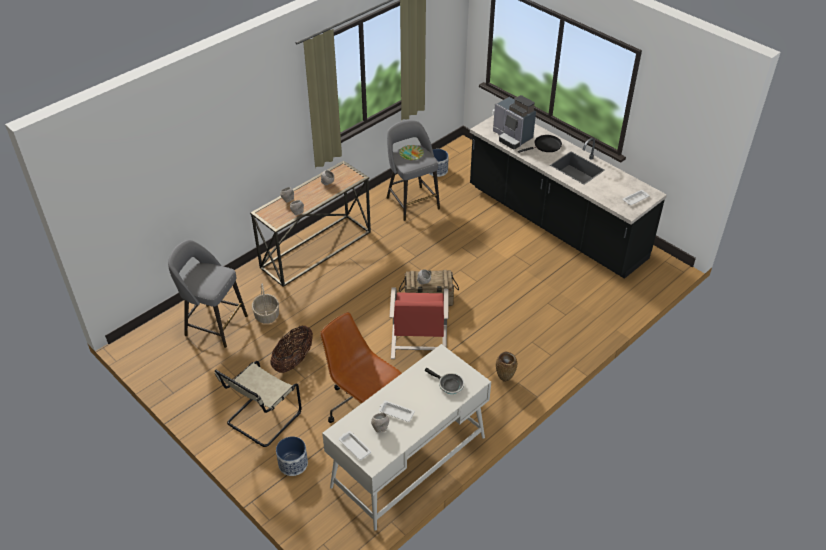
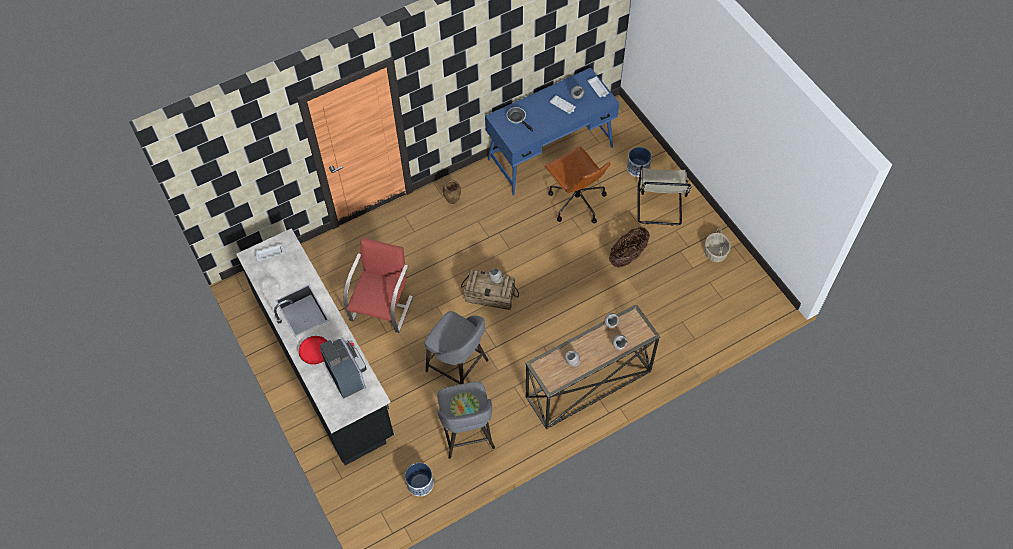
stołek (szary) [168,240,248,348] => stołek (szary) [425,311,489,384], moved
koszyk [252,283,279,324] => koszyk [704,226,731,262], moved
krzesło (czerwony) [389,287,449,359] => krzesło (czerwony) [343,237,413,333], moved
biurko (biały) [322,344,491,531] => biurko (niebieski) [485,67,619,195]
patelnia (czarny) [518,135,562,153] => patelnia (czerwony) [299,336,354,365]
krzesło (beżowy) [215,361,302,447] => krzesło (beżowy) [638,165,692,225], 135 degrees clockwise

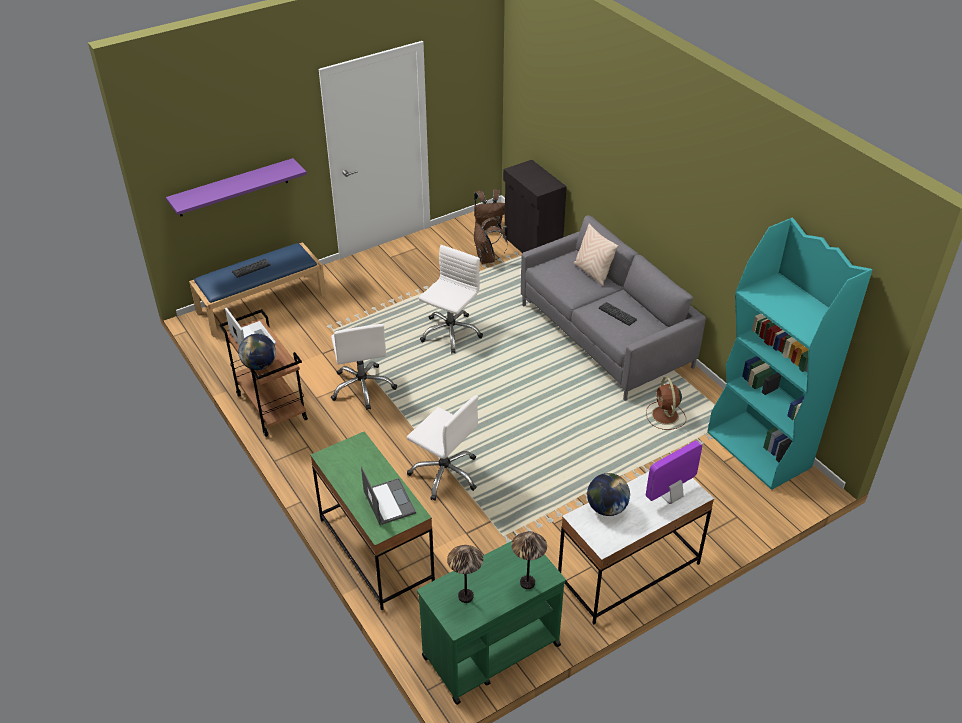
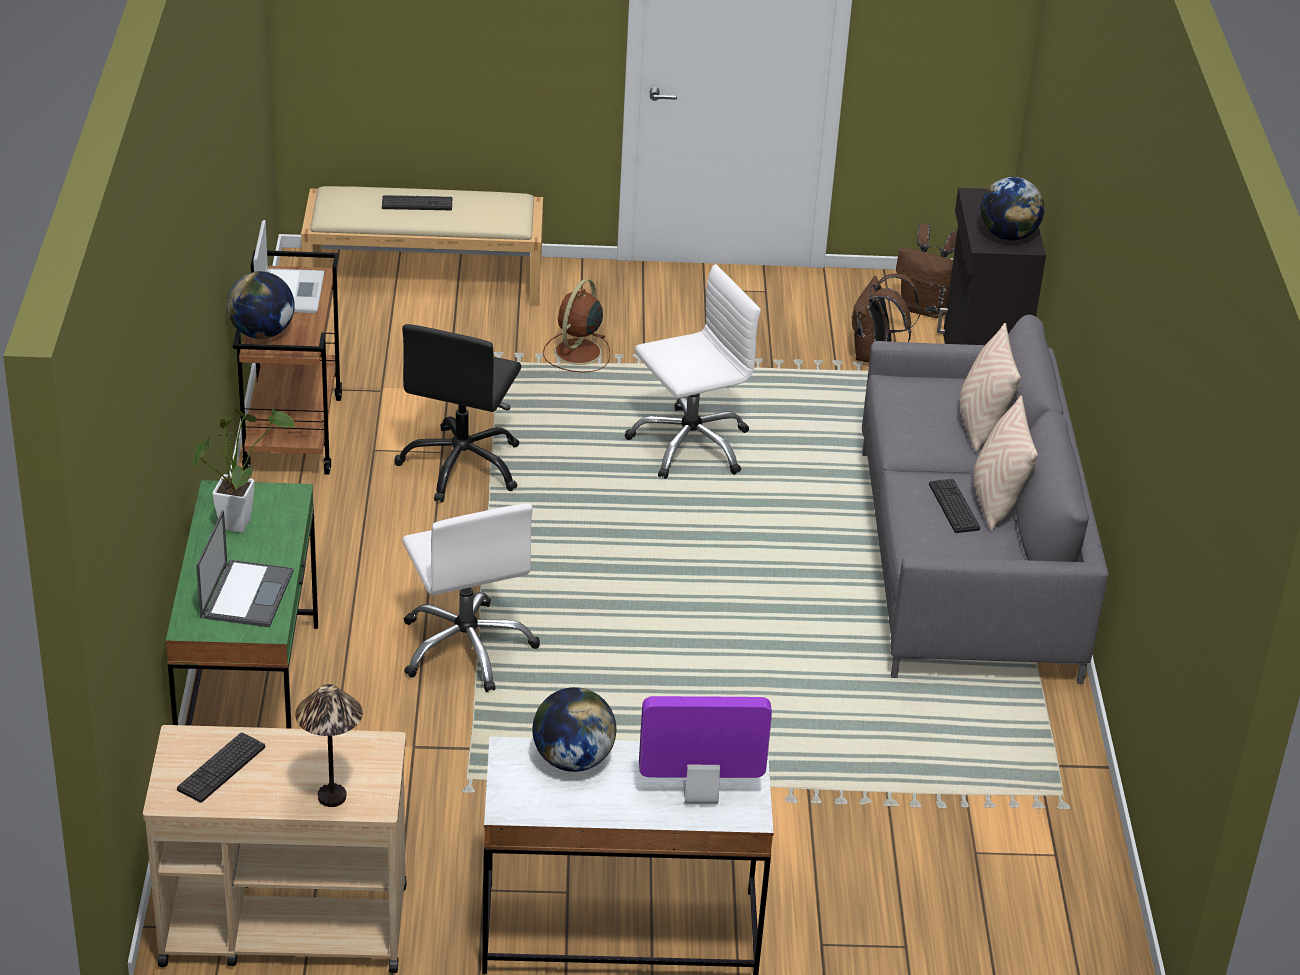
półka (fioletowy) [166,158,307,217] => nothing
regał (turkusowy) [707,218,872,490] => nothing
nothing => roślina doniczkowa [193,409,295,533]
nothing => poduszka (beżowy) [974,395,1038,531]
nothing => globus [980,177,1044,241]
wentylator (brązowy) [646,377,686,430] => wentylator (brązowy) [543,279,610,373], moved
lampa stołowa [447,545,483,603] => klawiatura [177,733,265,803]
ławka (niebieski) [189,242,326,337] => ławka (beżowy) [301,186,543,306]
krzesło biurowe (biały) [331,324,397,410] => krzesło biurowe (czarny) [394,324,521,502]
wózek (zielony) [417,540,566,705] => wózek (beżowy) [143,725,407,973]

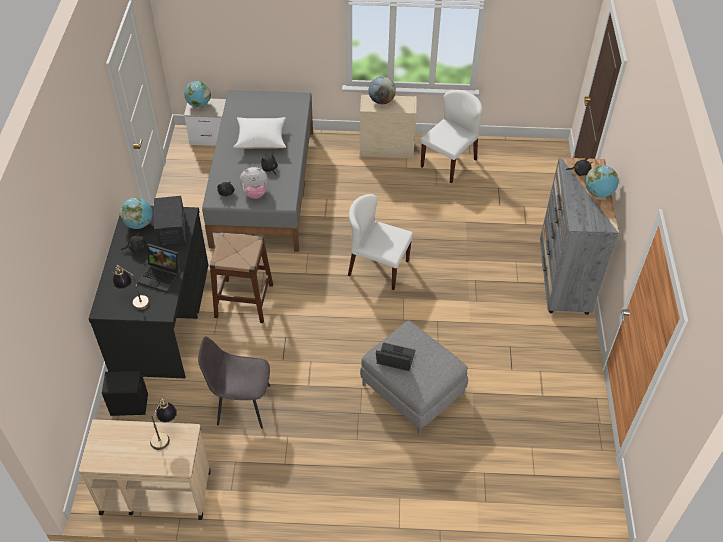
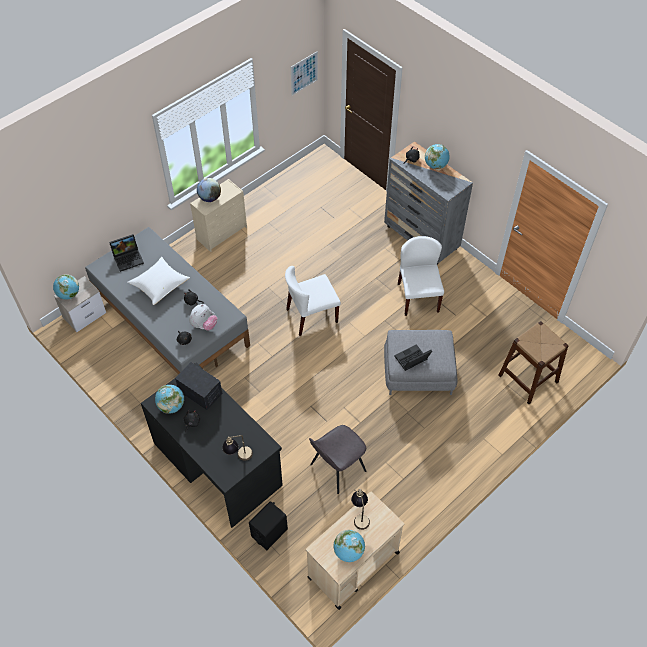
nothing => obraz [291,51,318,95]
nothing => globus [333,530,365,562]
laptop [138,244,180,293] => laptop [109,234,144,272], moved
stołek (brązowy) [210,232,273,323] => stołek (brązowy) [498,321,568,404], moved
krzesło (biały) [420,90,483,183] => krzesło (biały) [398,236,444,316], moved

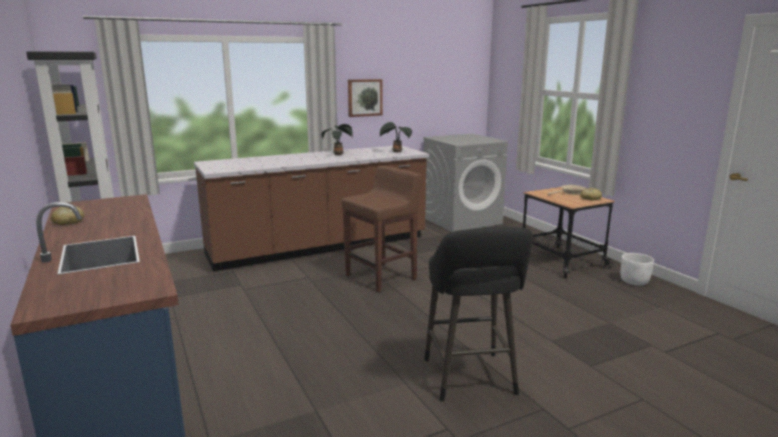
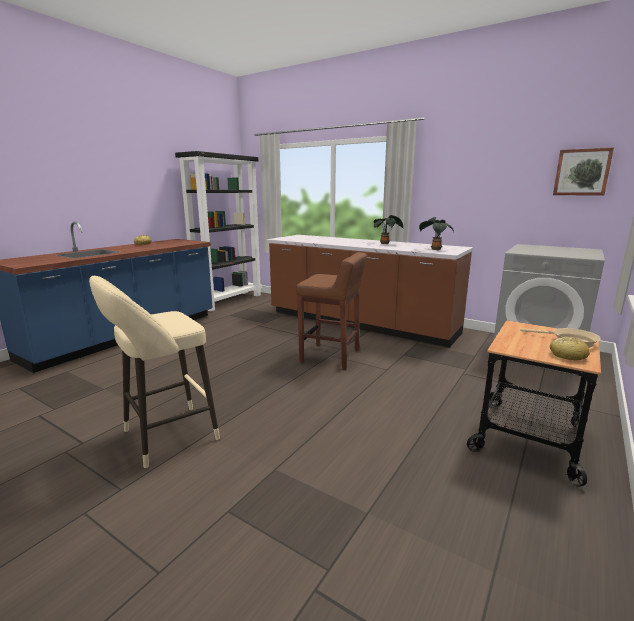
donica (biały) [621,253,654,286] => nothing
obraz [348,79,383,117] => obraz [553,147,614,196], moved
stołek (czarny) [424,227,533,401] => stołek (beżowy) [89,276,220,468]

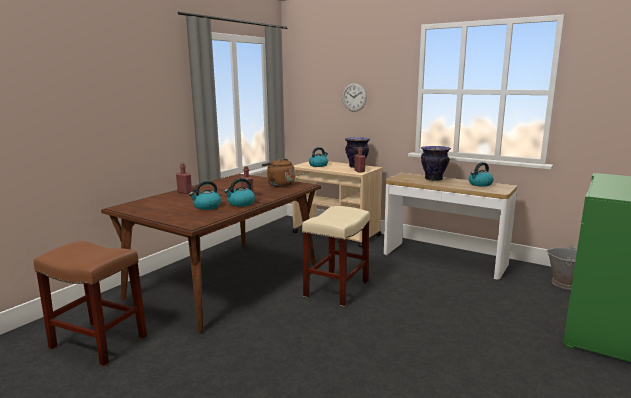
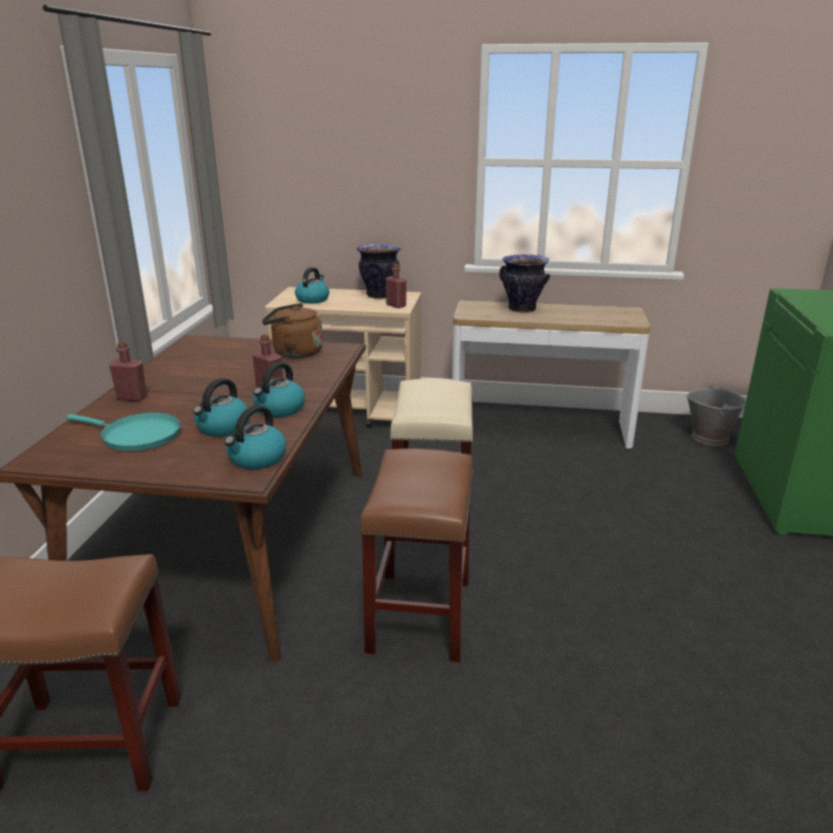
zegar ścienny [342,83,367,112] => nothing
nothing => patelnia (turkusowy) [66,413,181,451]
nothing => stołek (brązowy) [359,448,473,663]
czajnik [469,162,493,187] => czajnik [225,405,286,469], moved

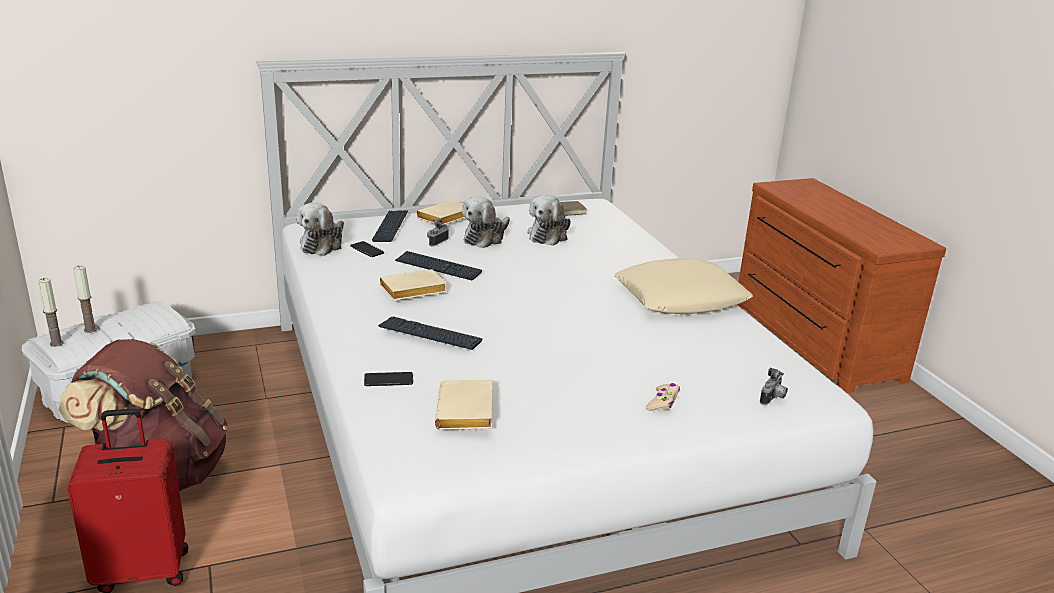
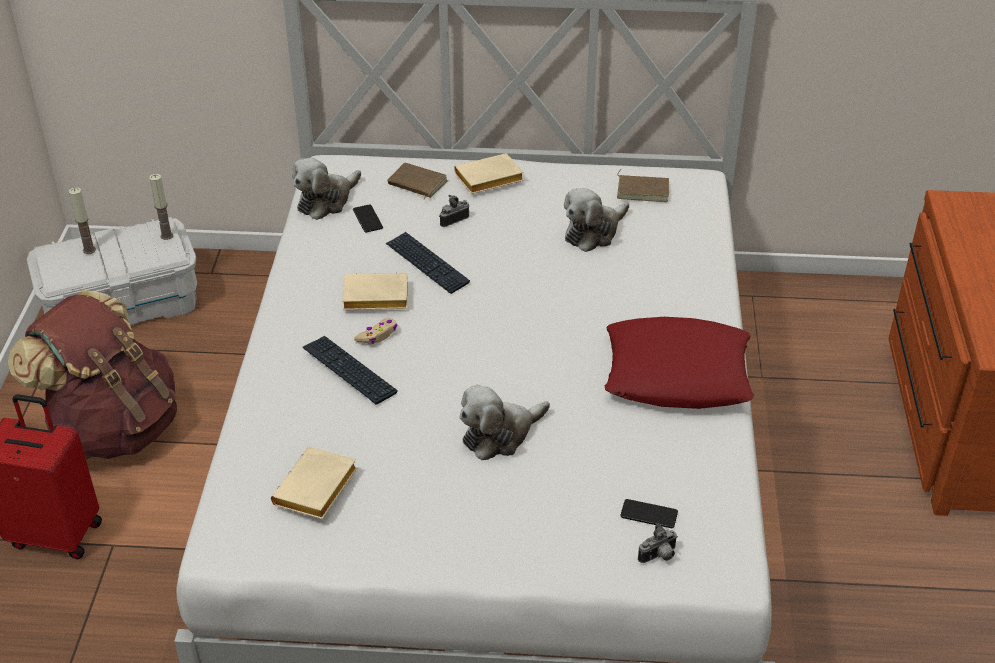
świeca [37,278,64,347] => świeca [149,174,173,240], moved
telefon [364,372,413,386] => telefon [620,499,678,528], moved
pluszak [462,196,510,248] => pluszak [460,385,550,460], moved
pad do gier (beżowy) [646,383,680,411] => pad do gier (beżowy) [354,318,397,344], moved
klawiatura [372,210,408,242] => książka (brązowy) [388,163,448,200]
poduszka (beżowy) [614,258,753,314] => poduszka (czerwony) [605,317,754,409]

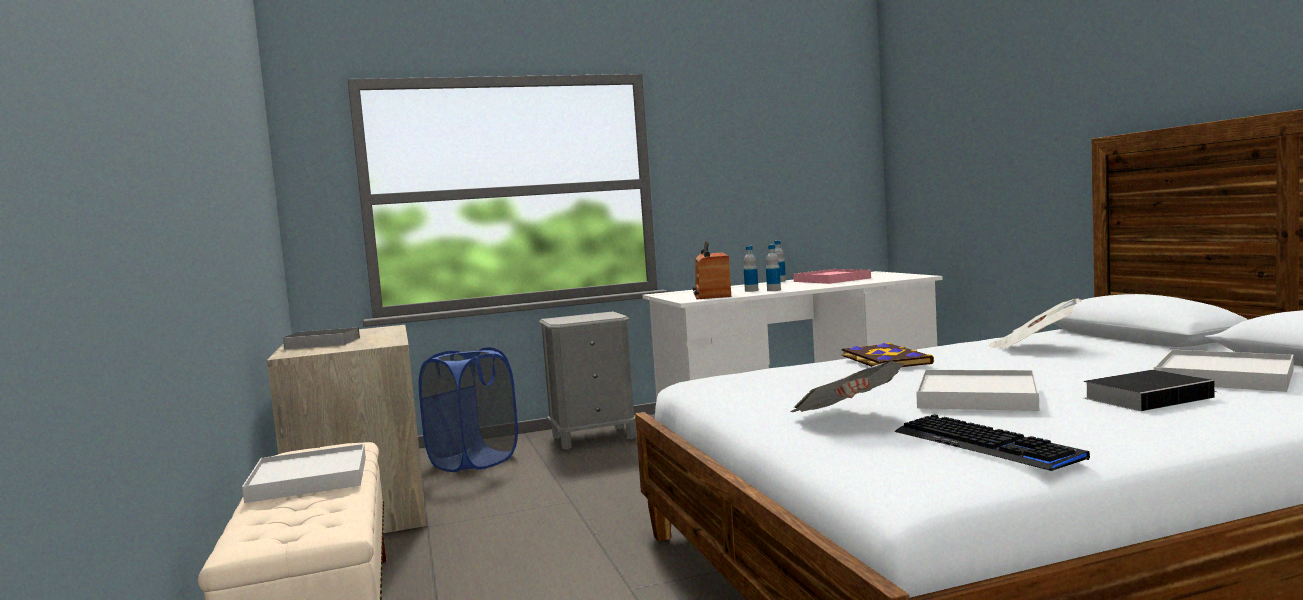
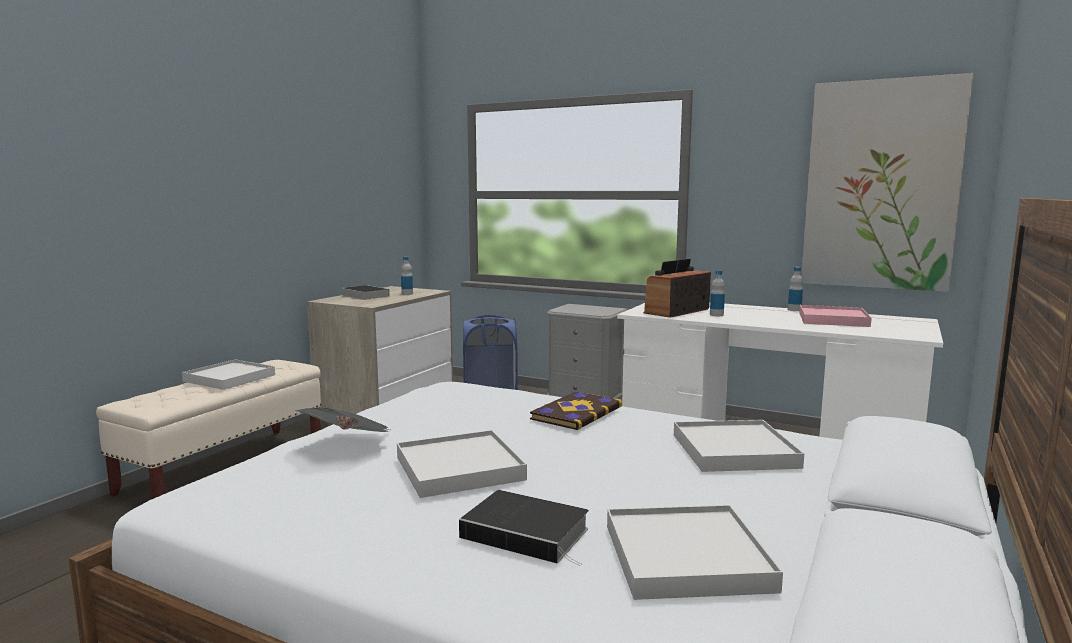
klawiatura [894,414,1090,471] => nothing
nothing => obraz [802,73,974,292]
butelka [766,245,781,291] => butelka [401,256,413,295], moved
gazeta [989,299,1081,348] => taca (biały) [674,420,804,472]

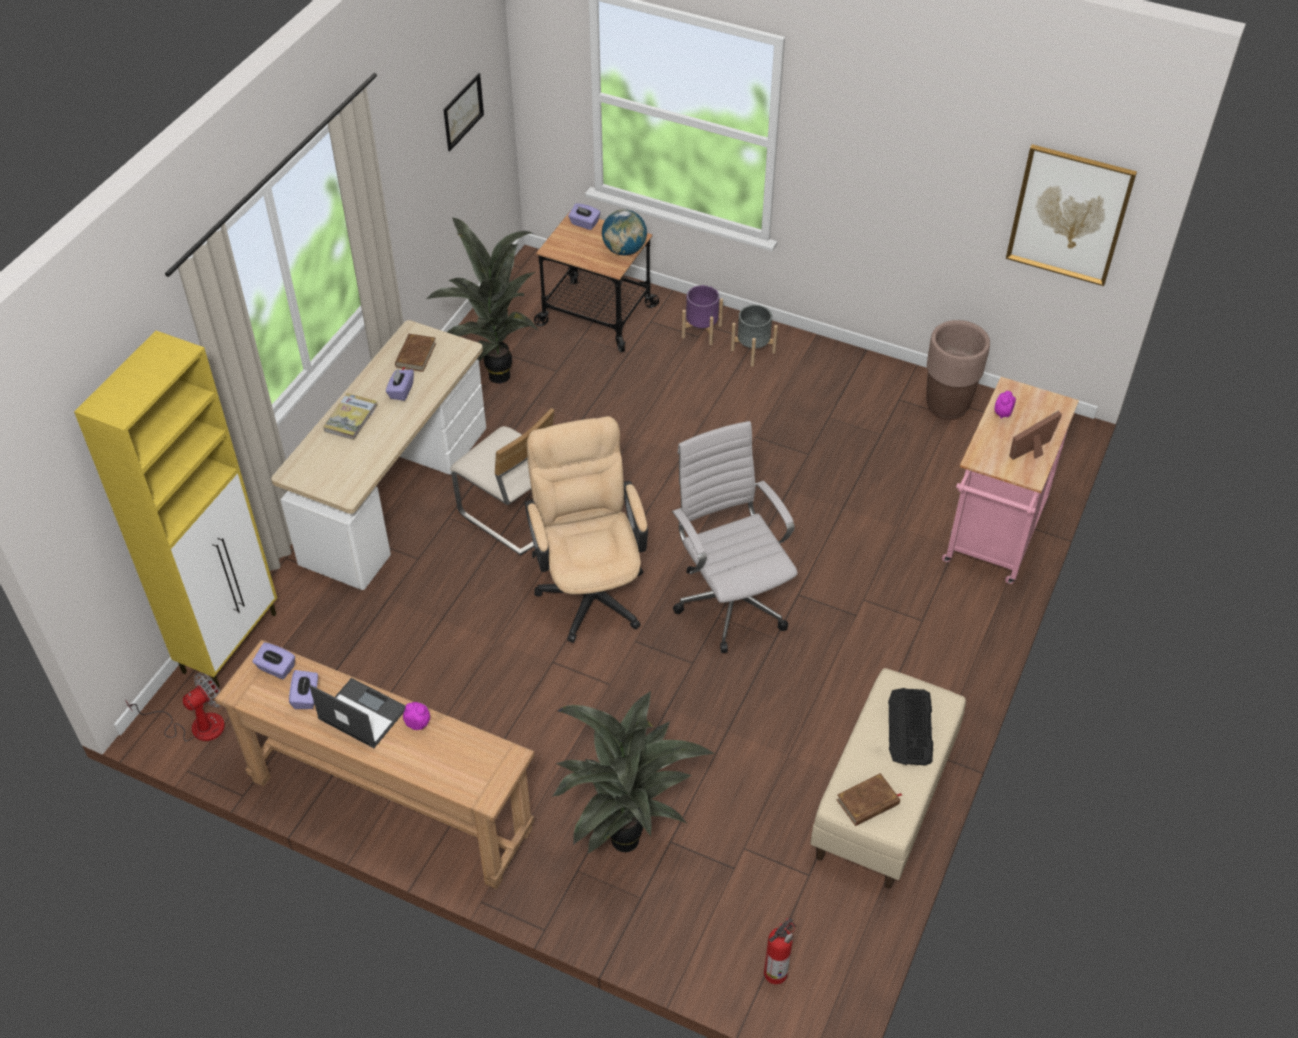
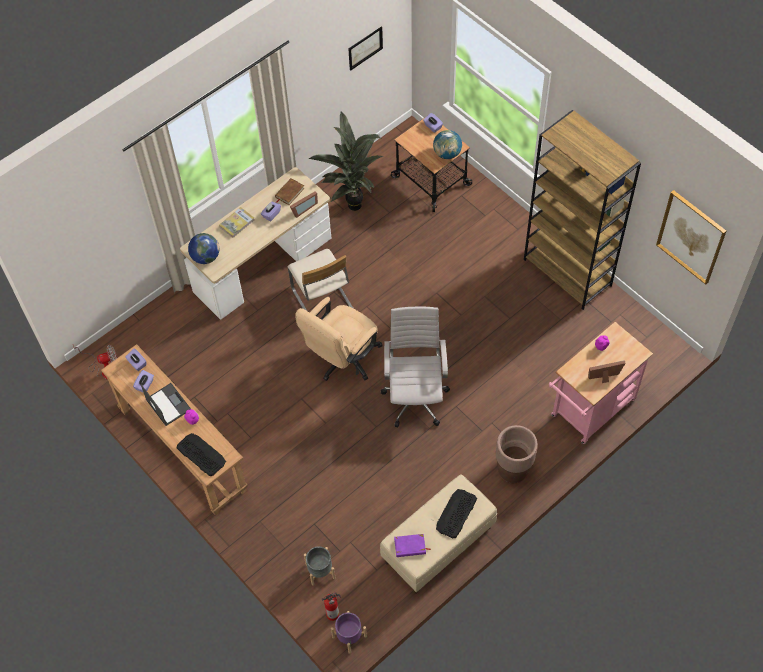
szafka (żółty) [74,331,277,687] => nothing
roślina doniczkowa [552,691,715,853] => nothing
nothing => klawiatura [176,433,226,476]
nothing => globus [188,233,219,264]
nothing => ramka na zdjęcie [290,191,318,218]
nothing => regał (brązowy) [524,110,641,310]
donica (fioletowy) [682,285,723,345] => donica (fioletowy) [331,611,367,654], moved
donica (szary) [731,305,778,366] => donica (szary) [304,546,335,586], moved
donica (brązowy) [926,320,990,420] => donica (brązowy) [496,425,538,483], moved
książka (brązowy) [837,773,902,826] => książka (fioletowy) [394,534,430,557]
krzesło biurowe (beżowy) [525,416,648,643] => krzesło biurowe (beżowy) [295,297,382,381], 150 degrees counterclockwise

